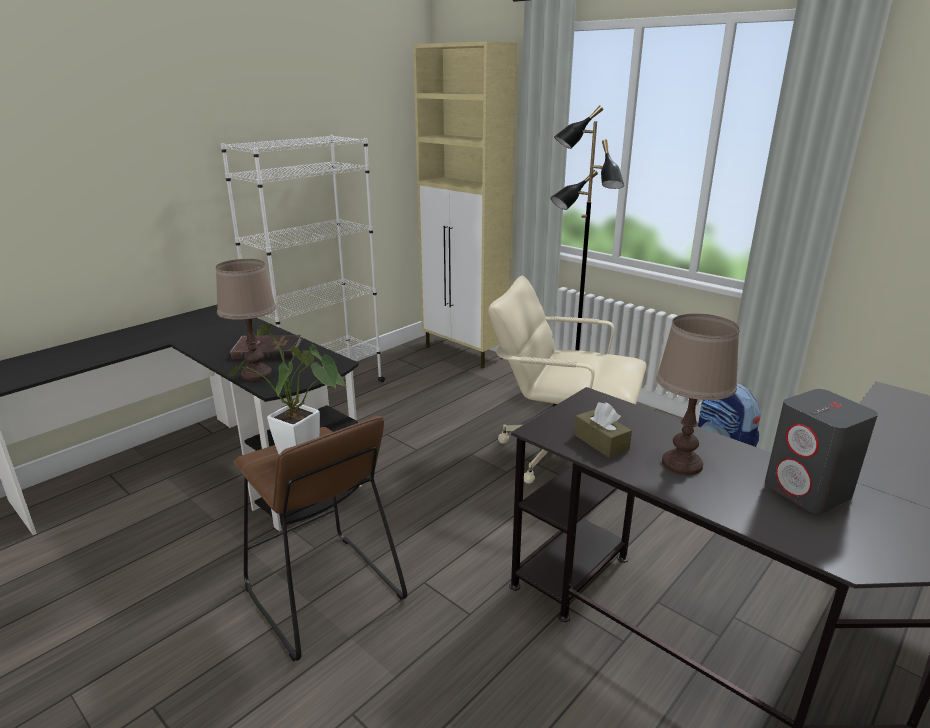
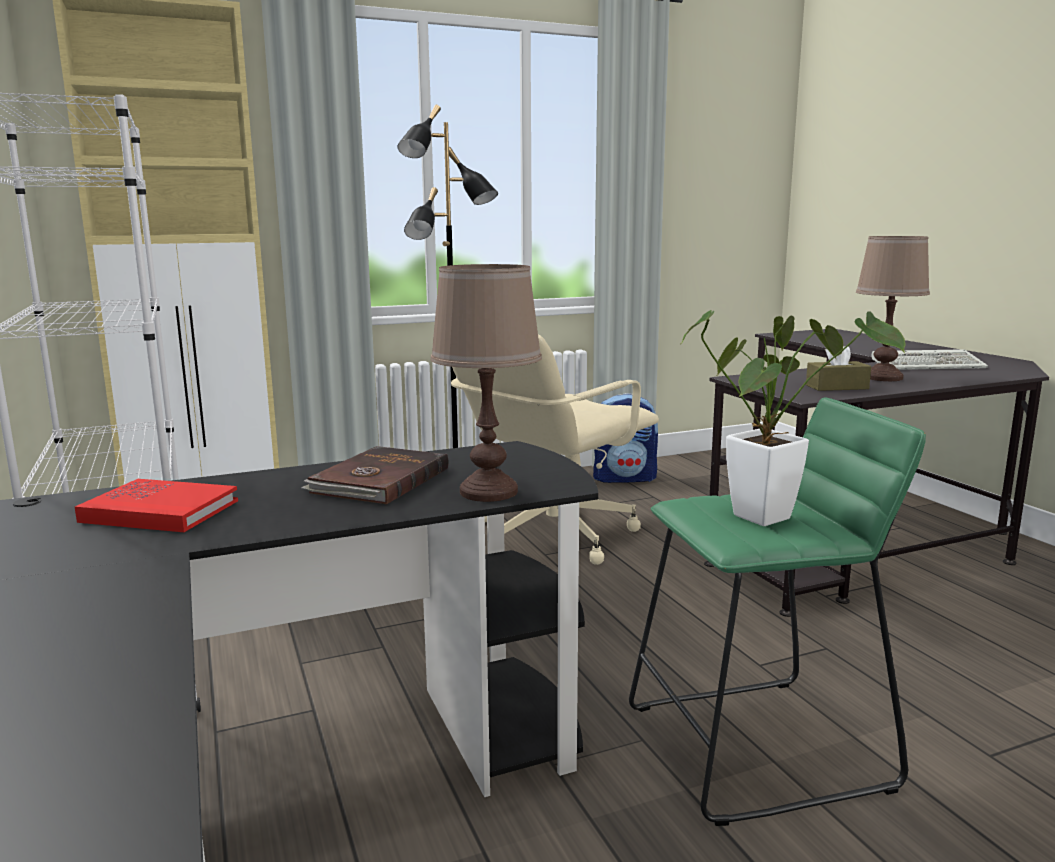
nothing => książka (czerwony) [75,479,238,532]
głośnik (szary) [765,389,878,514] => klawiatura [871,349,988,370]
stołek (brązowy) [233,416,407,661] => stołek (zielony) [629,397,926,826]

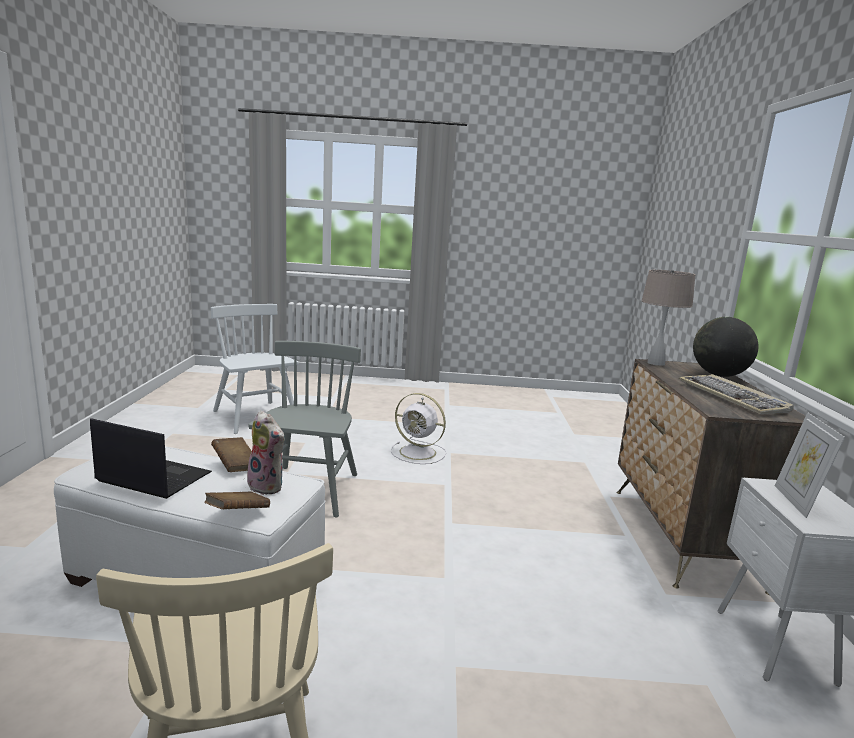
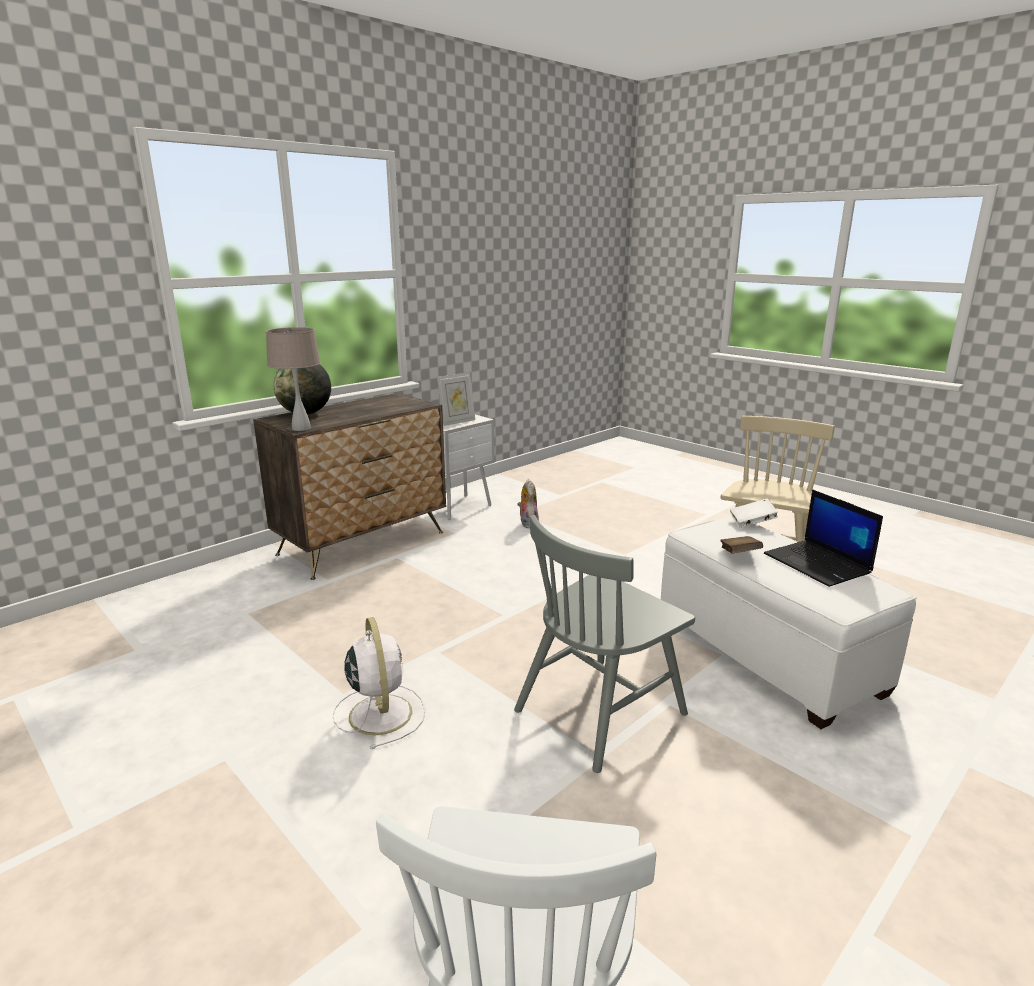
klawiatura [679,374,794,414] => nothing
pluszak [247,411,285,495] => pluszak [517,479,539,529], moved
książka (brązowy) [204,492,270,509] => książka (biały) [730,499,778,528]

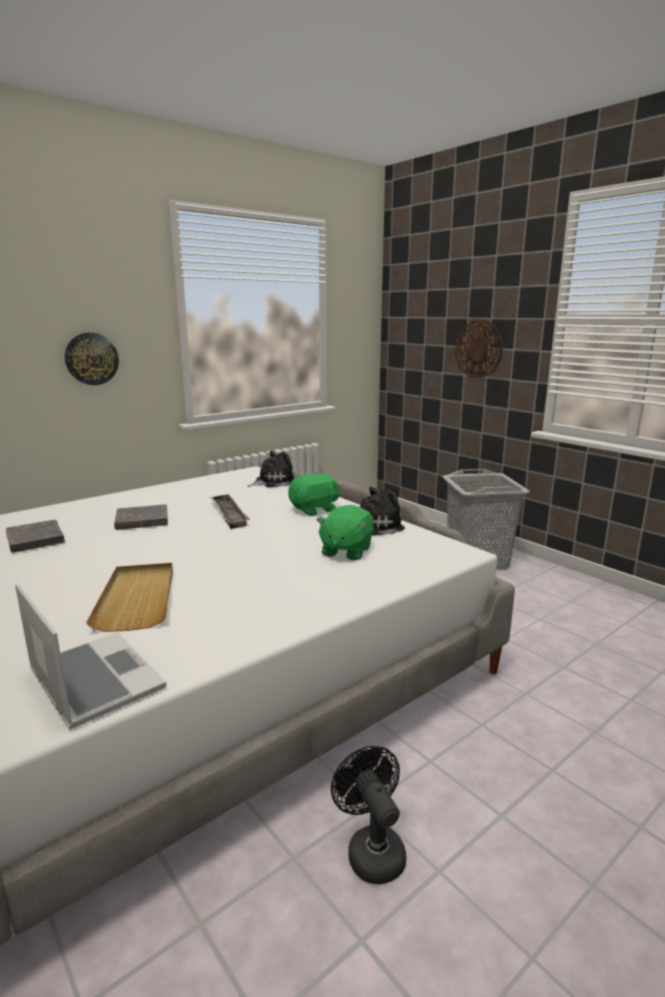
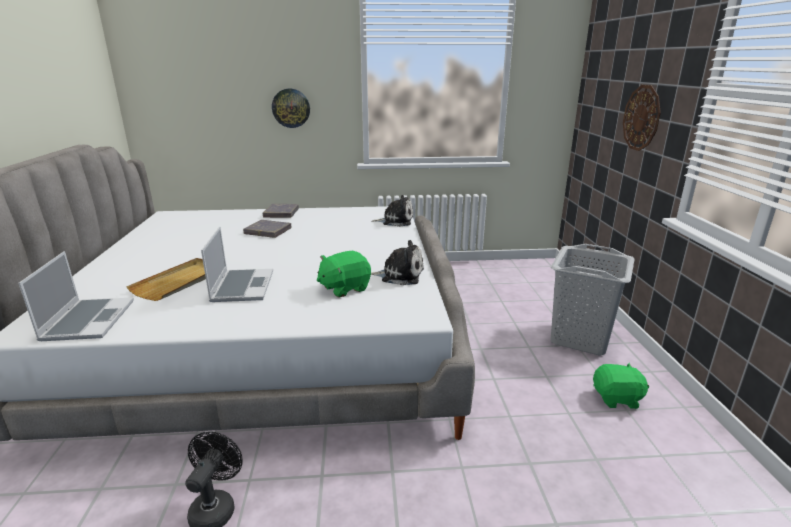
taca [210,494,250,529] => nothing
nothing => laptop [201,227,273,302]
książka (szary) [6,520,65,553] => książka (szary) [263,204,299,218], moved
pluszak (zielony) [288,473,340,516] => pluszak (zielony) [593,363,649,409], moved

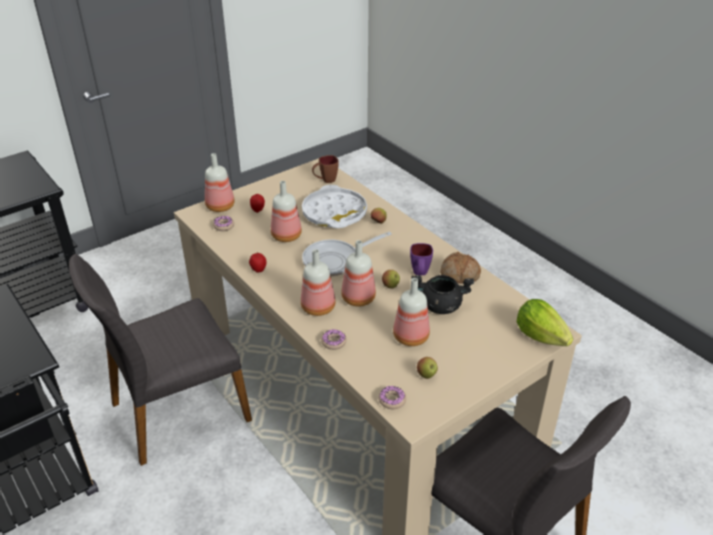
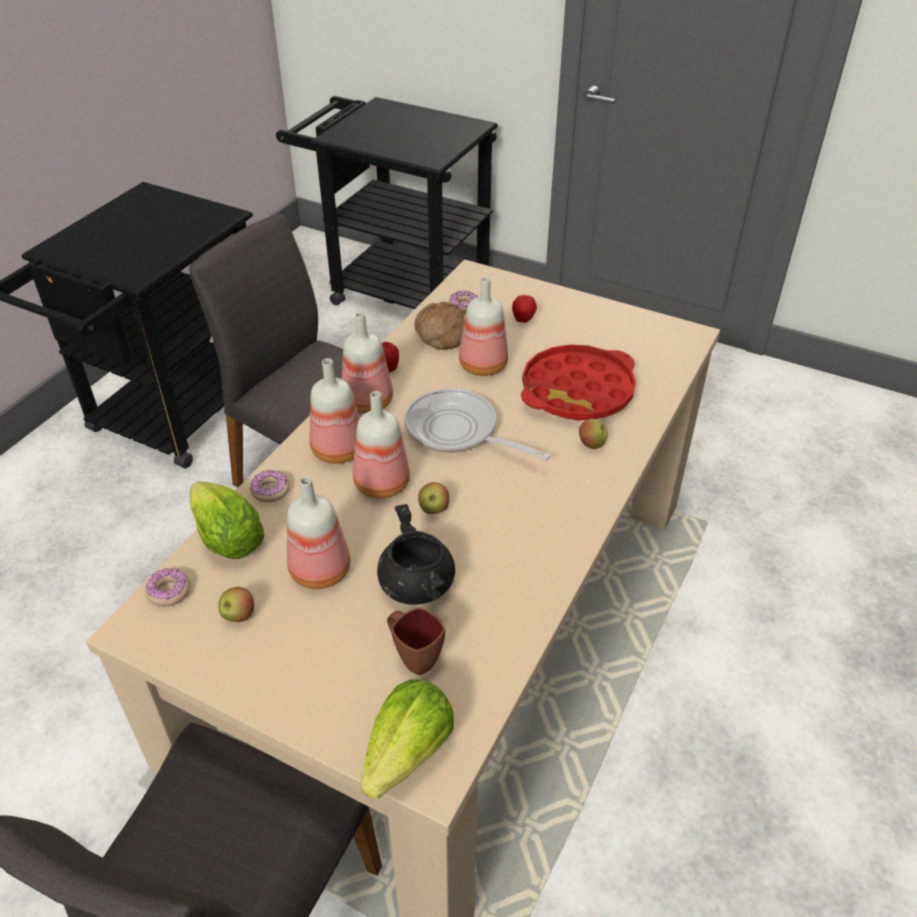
kubek (fioletowy) [410,243,433,275] => nothing
nothing => sałata [190,481,265,559]
butelka [205,153,235,212] => butelka [342,312,393,414], moved
kubek (brązowy) [312,155,339,183] => kubek (brązowy) [387,607,445,675], moved
chleb [440,252,481,283] => chleb [415,302,465,350], moved
taca (biały) [302,185,367,228] => taca (czerwony) [521,344,636,421]

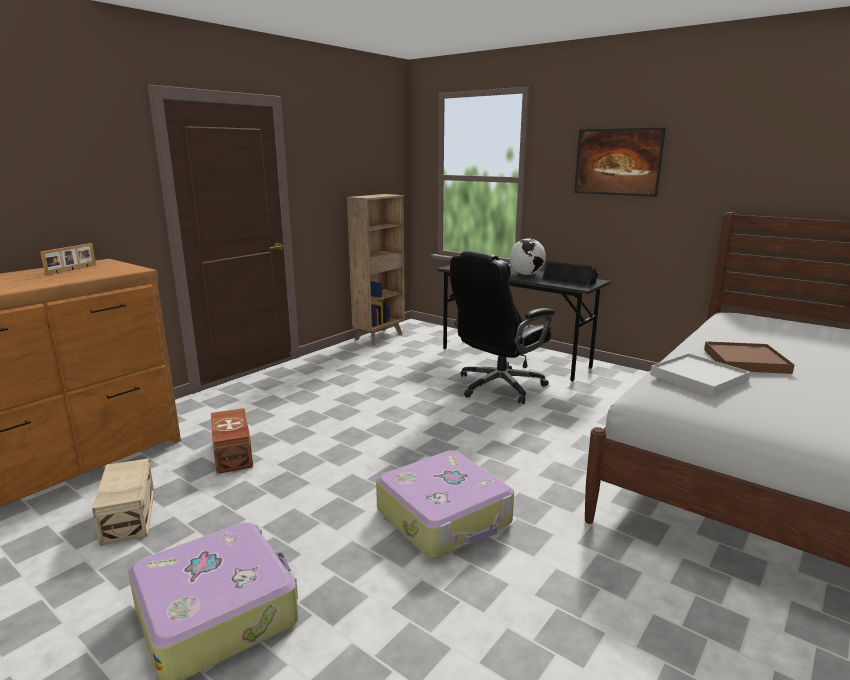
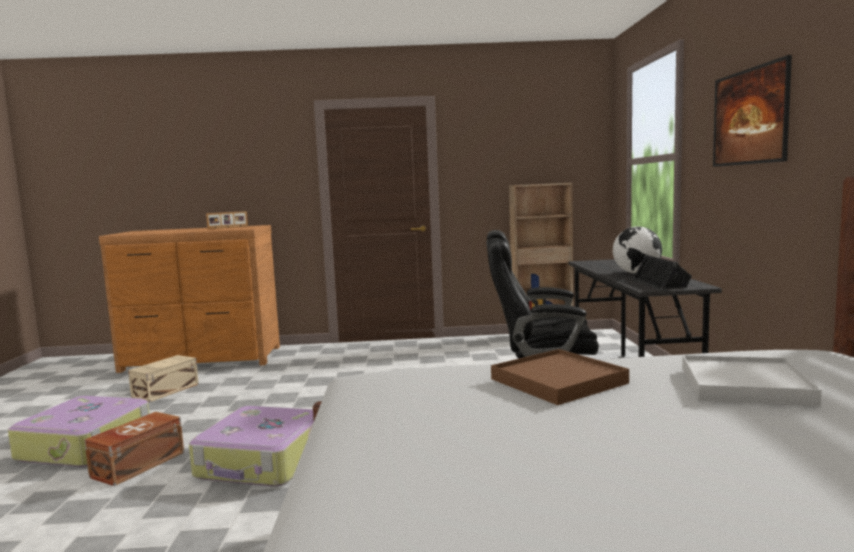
pojemnik do przechowywania (brązowy) [211,408,253,474] => pojemnik do przechowywania (brązowy) [84,412,184,486], moved
taca (biały) [650,353,751,397] => taca (biały) [682,355,822,407], moved

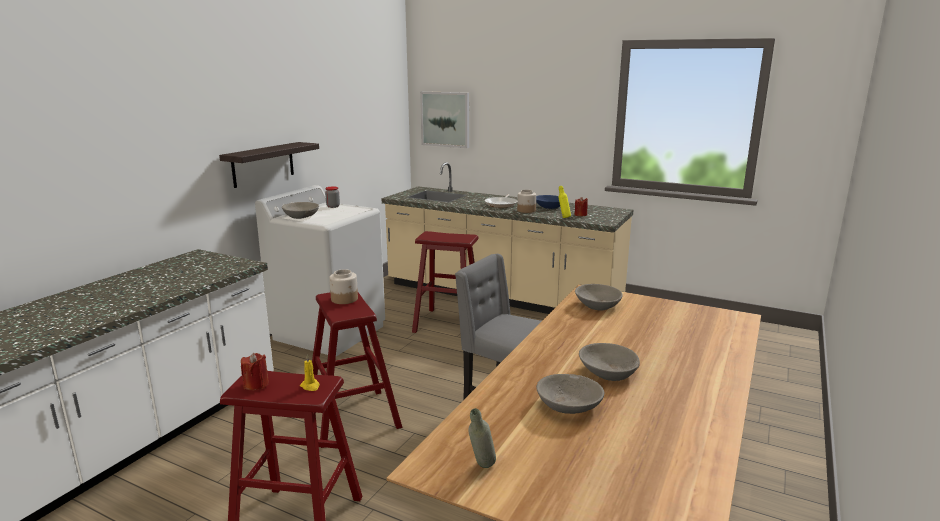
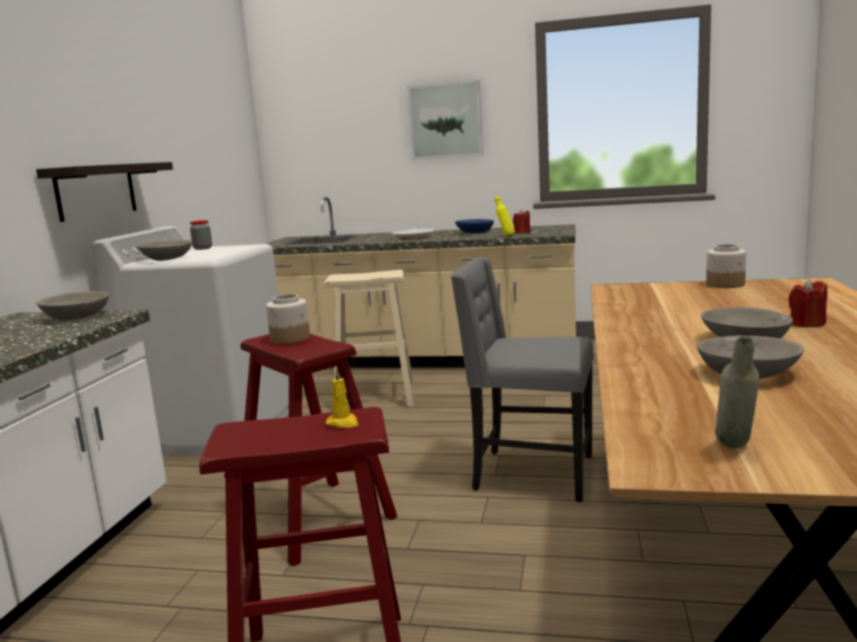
świeca (czerwony) [241,353,269,390] => świeca (czerwony) [788,279,827,328], moved
obraz [420,91,469,148] => obraz [407,79,483,160], moved
słoik [517,190,536,213] => słoik [706,244,746,288], moved
miska (szary) [575,284,623,311] => miska (szary) [36,291,109,321], moved
stołek (czerwony) [412,231,478,333] => stołek (beżowy) [324,270,414,407]

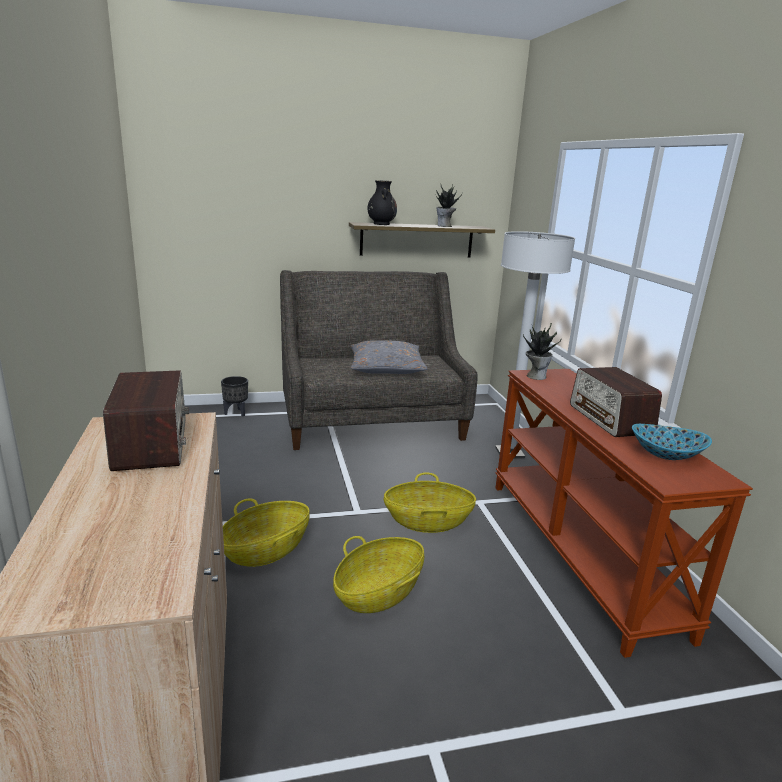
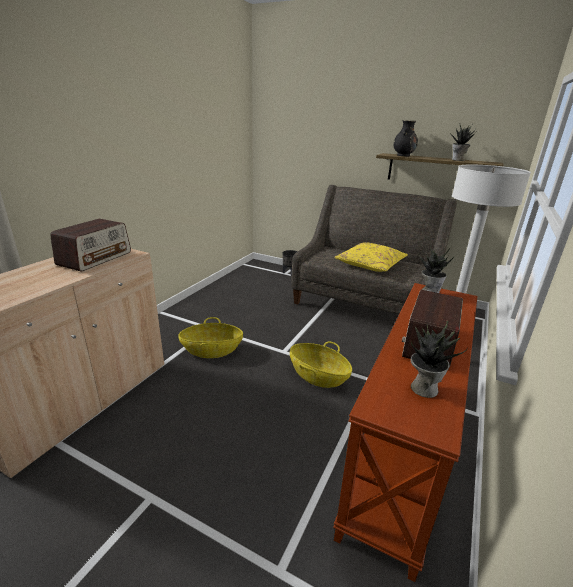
koszyk [333,536,424,613] => nothing
miska [632,424,712,460] => roślina doniczkowa [411,321,468,398]
poduszka (szary) [351,340,428,374] => poduszka (żółty) [334,242,408,272]

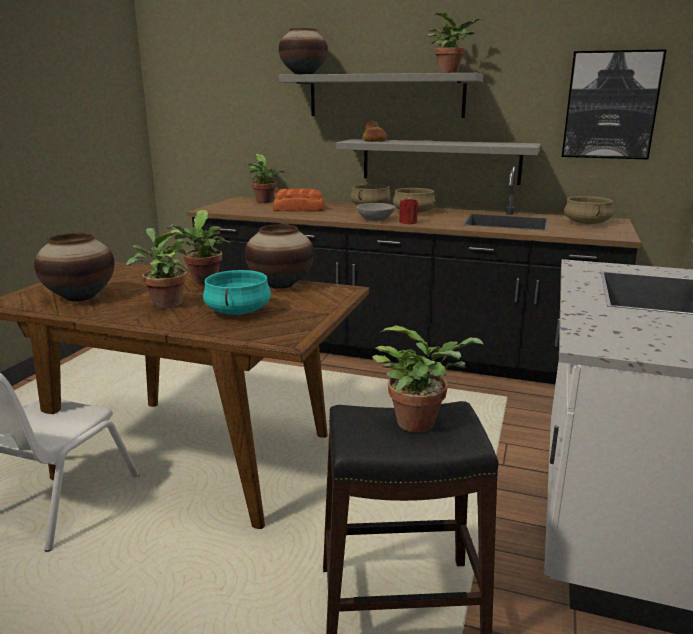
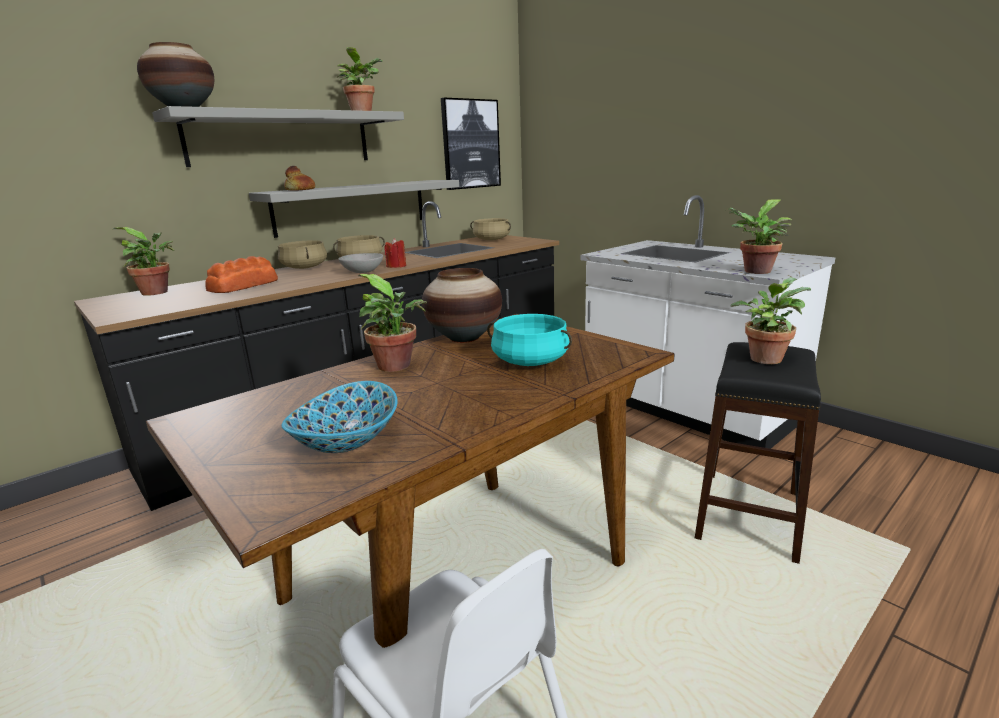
roślina doniczkowa [126,228,189,309] => roślina doniczkowa [726,199,792,274], moved
wazon [34,233,114,302] => miska [281,381,397,453]

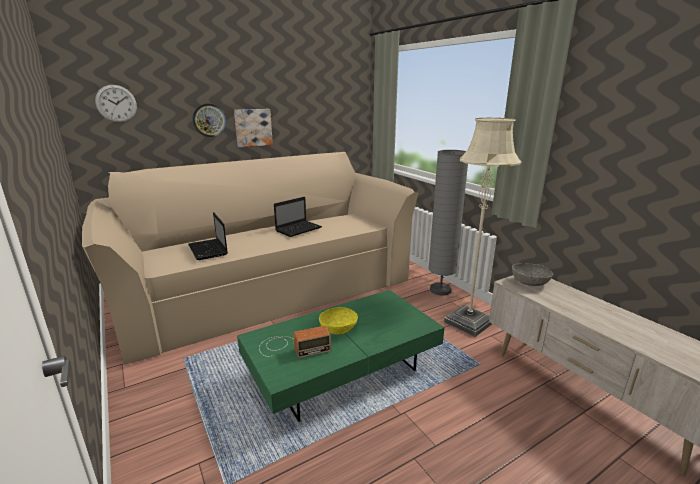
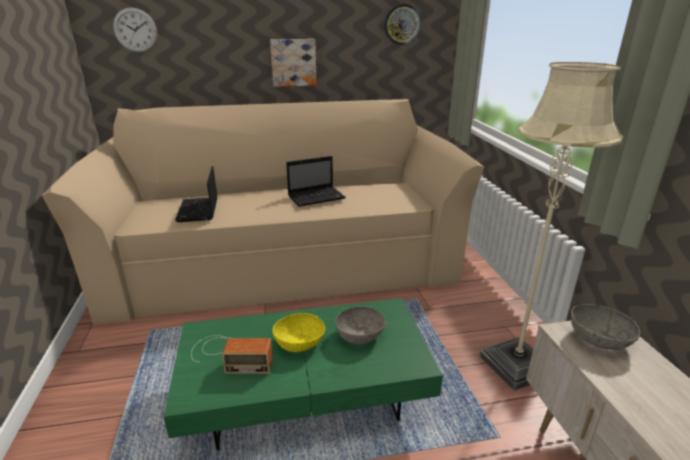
lampa stojąca (szary) [429,150,468,296] => nothing
nothing => miska (szary) [335,306,386,344]
zegar ścienny [192,103,226,137] => zegar ścienny [384,4,421,45], moved

